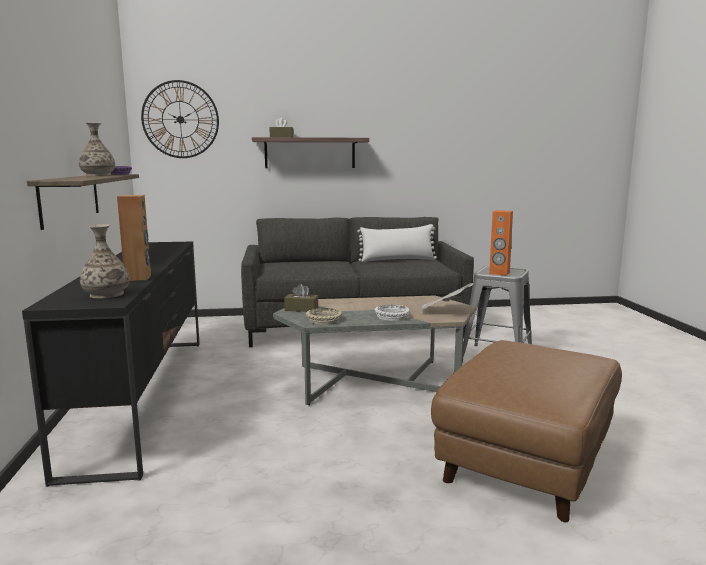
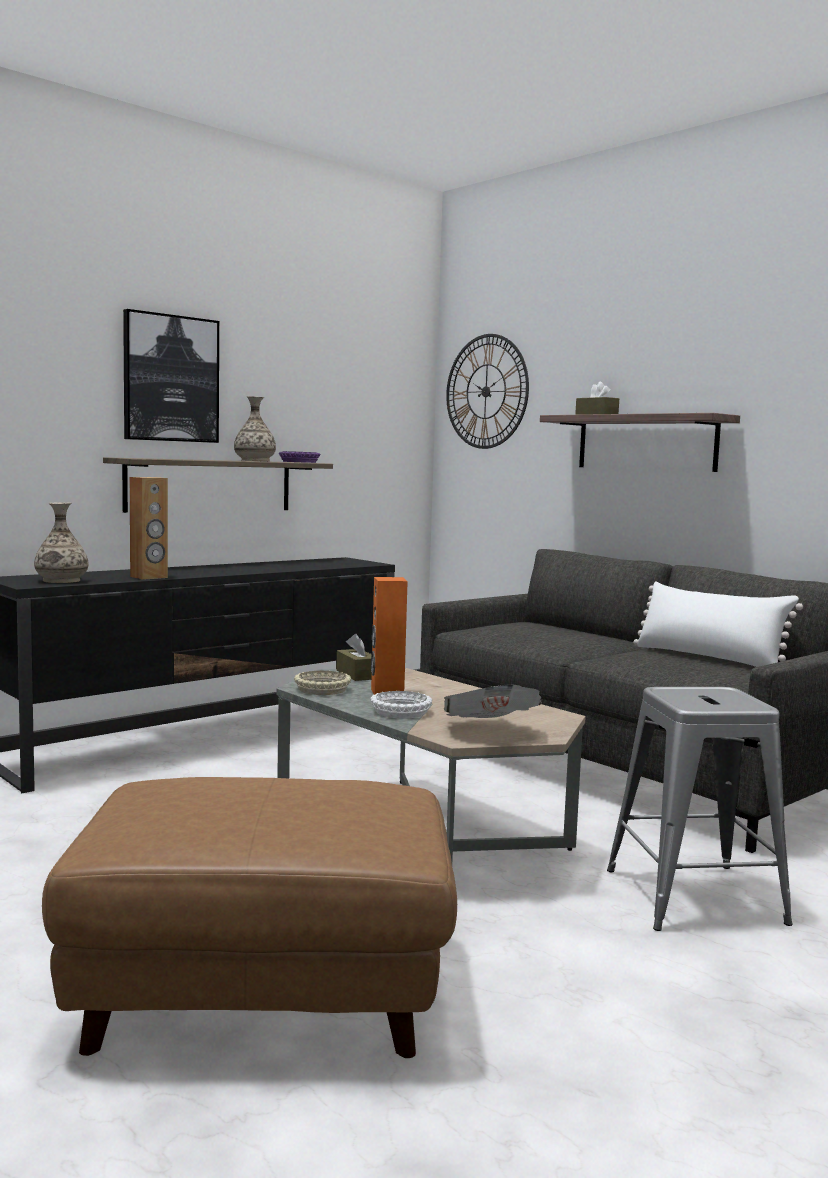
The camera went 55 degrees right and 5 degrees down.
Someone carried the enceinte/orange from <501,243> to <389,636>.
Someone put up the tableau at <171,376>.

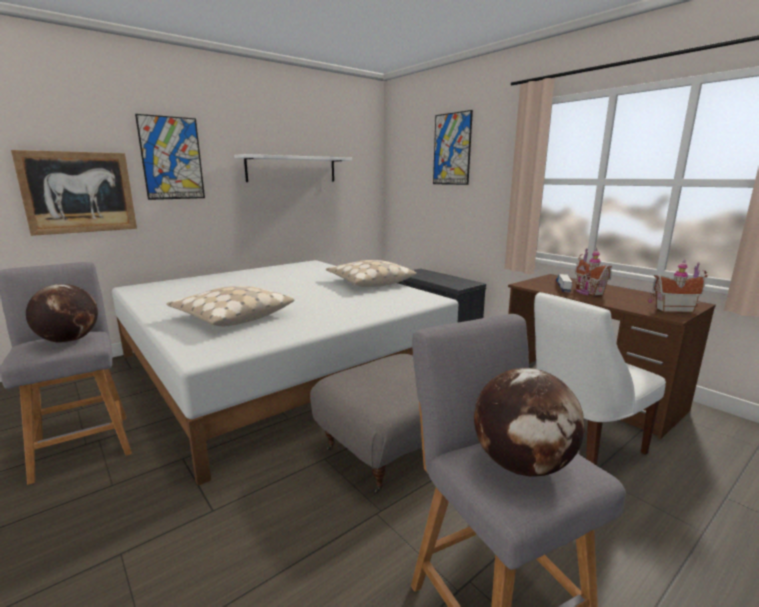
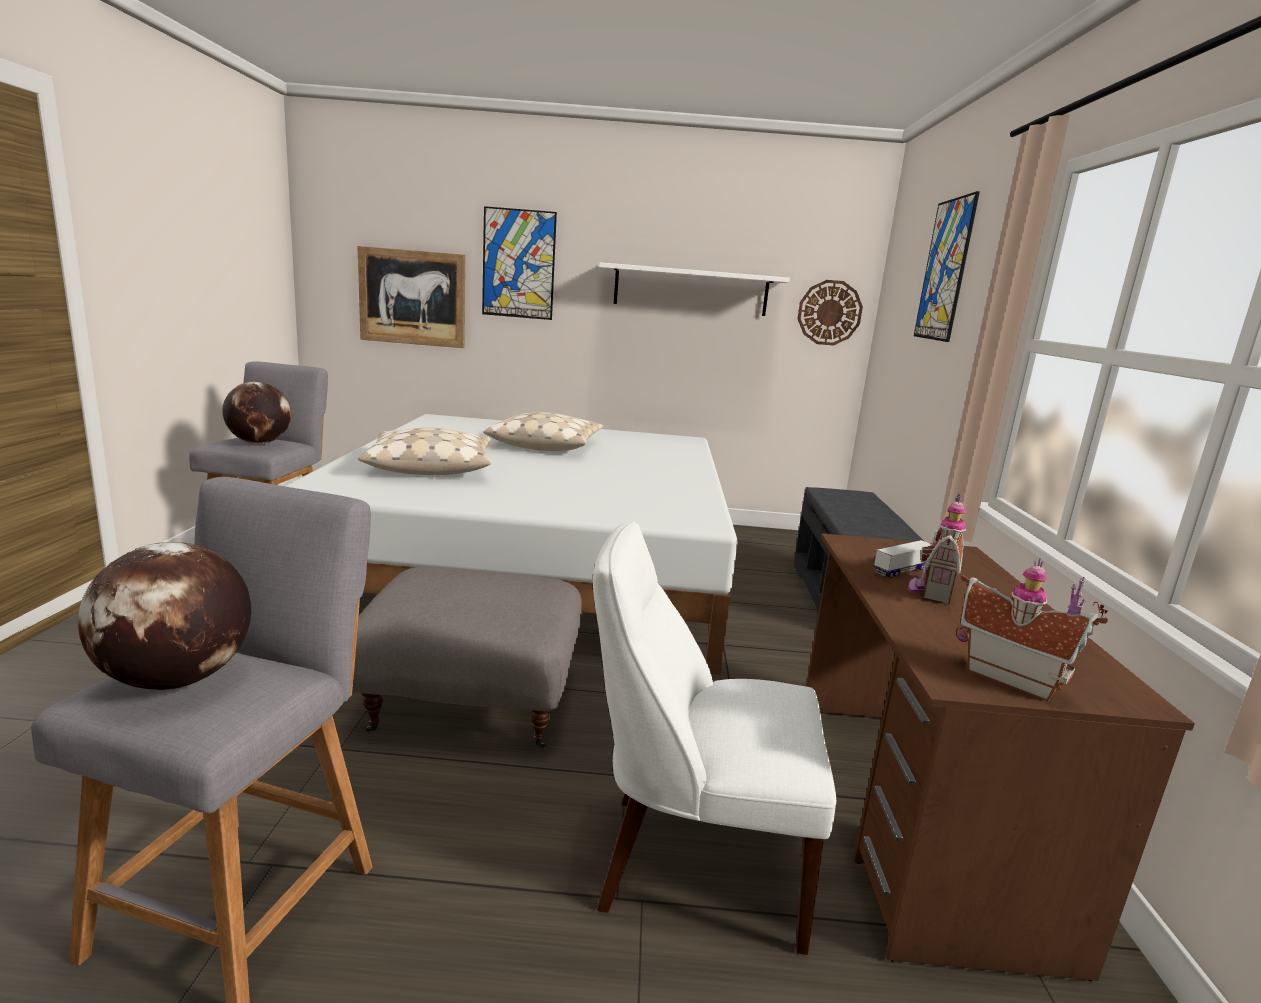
The camera went 40 degrees right and 0 degrees up.
Someone carried the coussin/beige from <371,273> to <543,431>.
Someone put up the horloge murale at <830,313>.

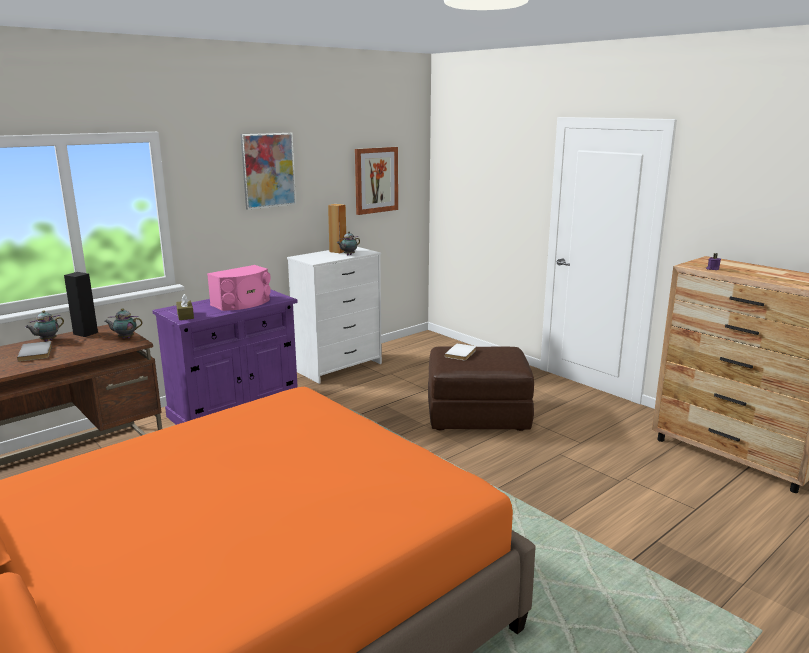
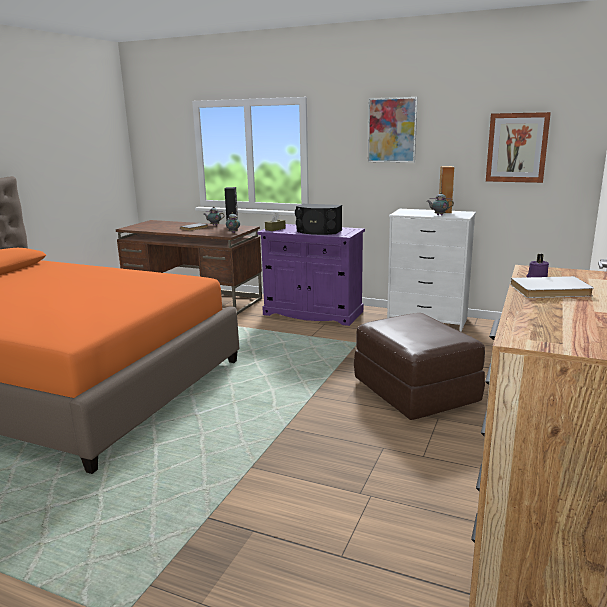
The camera went 65 degrees right and 0 degrees up.
Someone repainted the enceinte/rose at <239,288>, which became the enceinte/noir at <318,219>.
Someone carried the livre/blanc from <460,351> to <552,287>.

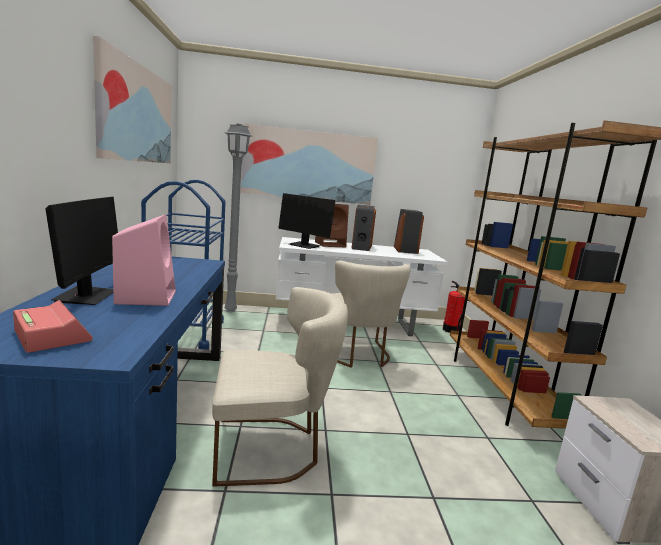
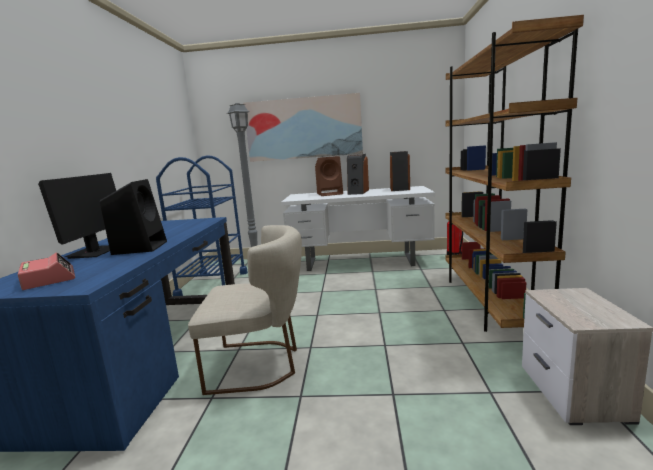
The camera went 10 degrees right and 0 degrees up.
Someone took away the tableau at <132,99>.
Someone repainted the enceinte/rose at <144,260>, which became the enceinte/noir at <133,217>.
Someone took away the écran d'ordinateur at <307,221>.
Someone took away the chaise/beige at <371,314>.

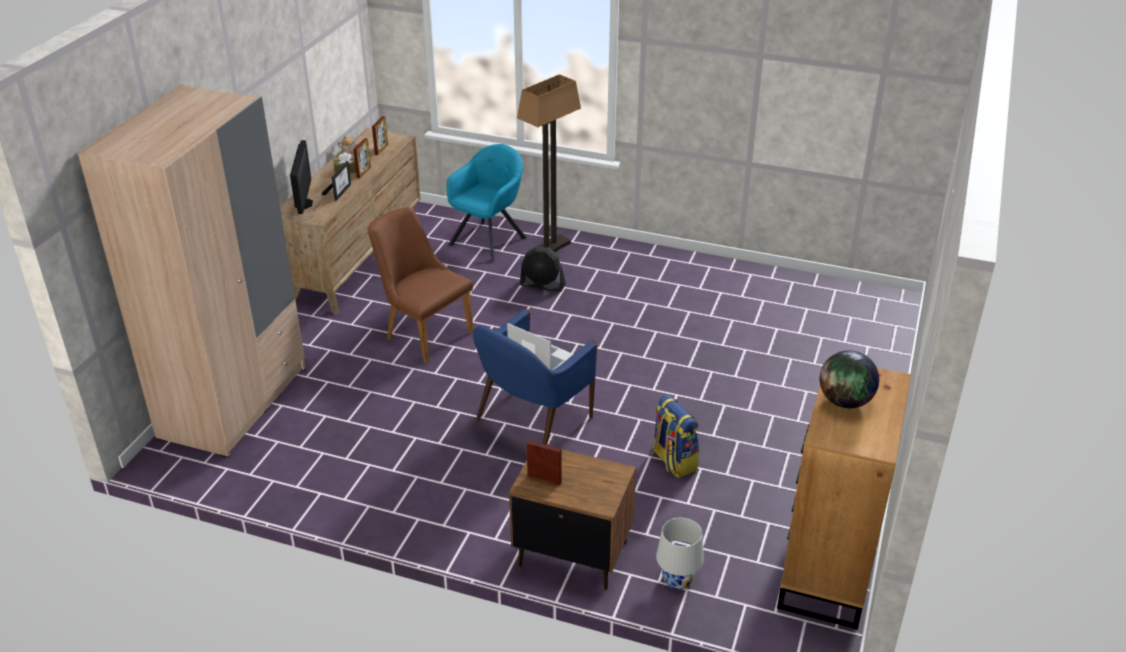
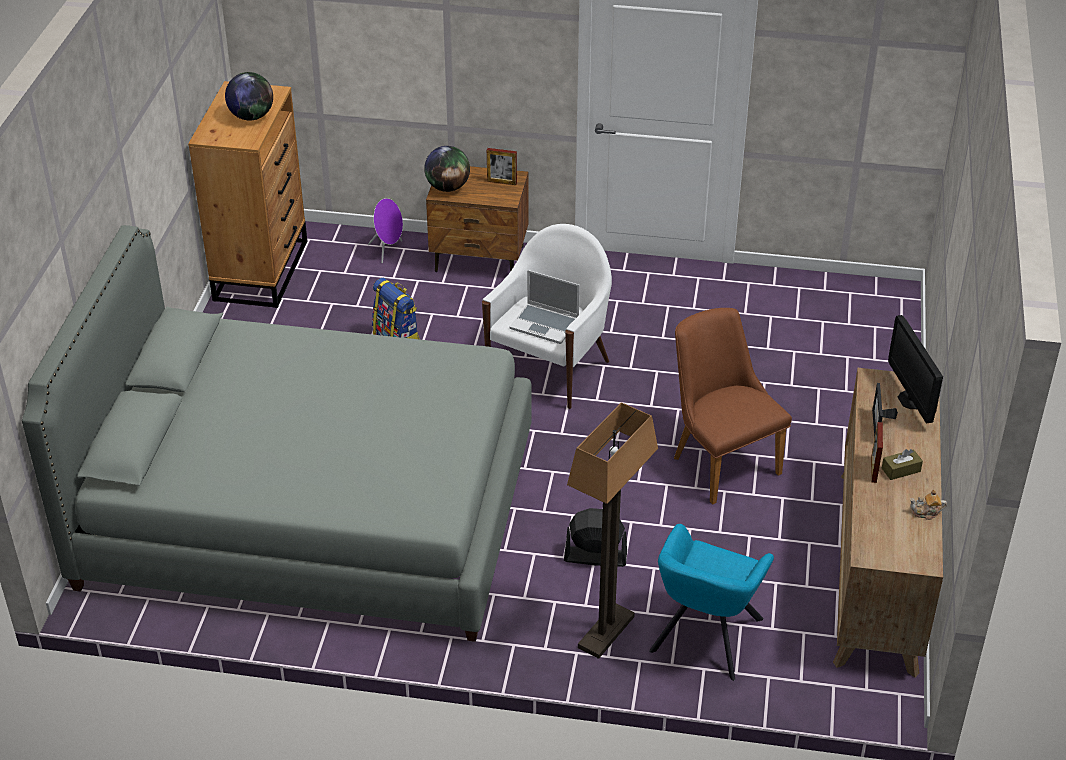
The camera went 170 degrees right and 5 degrees up.
Someone took away the armoire/beige at <191,270>.
Someone rotated the chaise/marron at <421,285> by 150 degrees counterclockwise.
Someone took away the cadre photo at <380,135>.
Someone repainted the fauteuil/bleu at <535,377>, which became the fauteuil/blanc at <547,316>.
Someone swapped the lampe de table/blanc at <680,554> for the enceinte/violet at <385,230>.
Someone put down the lit/gris at <277,433>.
Someone put down the globe at <447,169>.

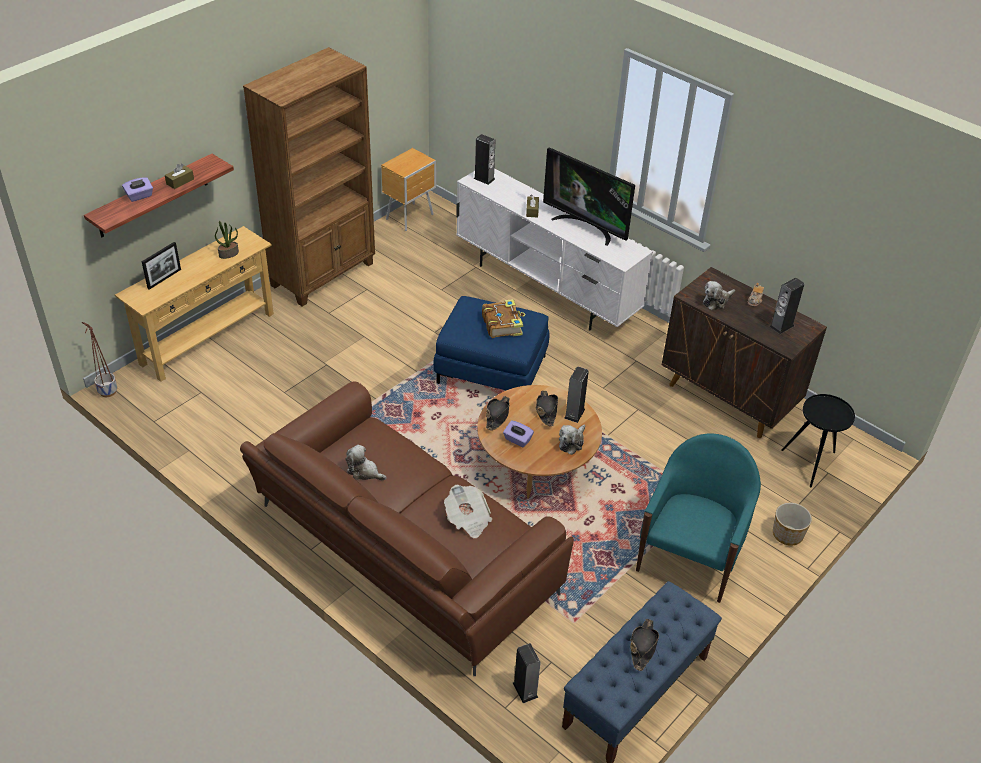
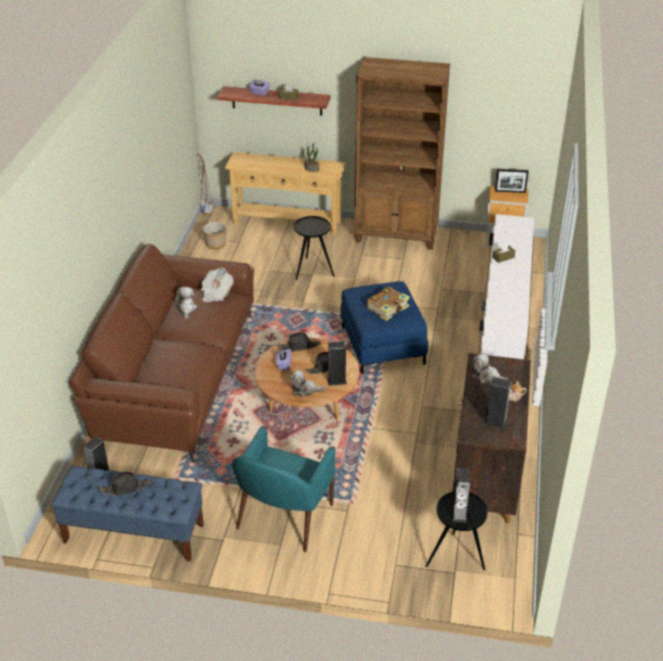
The camera went 60 degrees right and 5 degrees down.
Someone carried the cadre photo from <161,266> to <512,181>.
Someone carried the journal from <468,511> to <217,285>.
Someone carried the enceinte from <484,159> to <460,495>.
Someone took away the téléviseur at <589,196>.
Someone rotated the fauteuil/turquoise at <698,518> by 120 degrees clockwise.
Someone carried the cache-pot from <792,524> to <214,235>.
Someone put down the table d'appoint/noir at <314,248>.

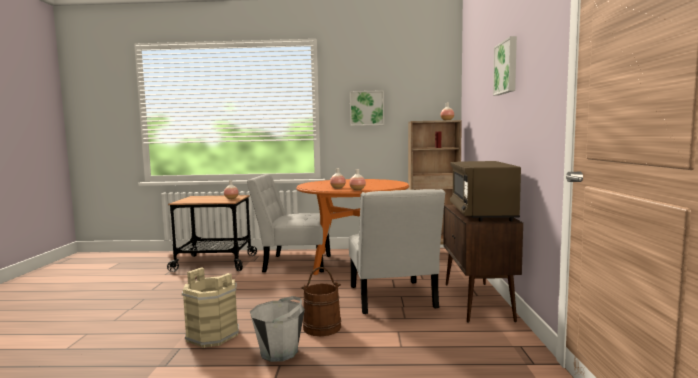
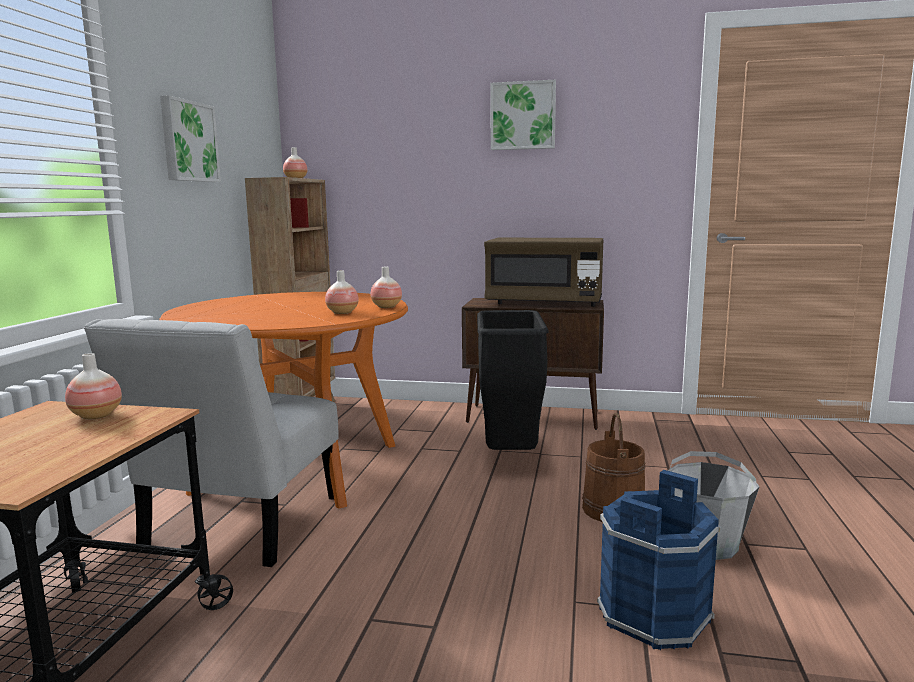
The camera went 80 degrees left and 5 degrees up.
Someone repainted the seau/beige at <210,307>, which became the seau/bleu at <659,560>.
Someone swapped the chaise/blanc at <397,251> for the poubelle/noir at <513,380>.

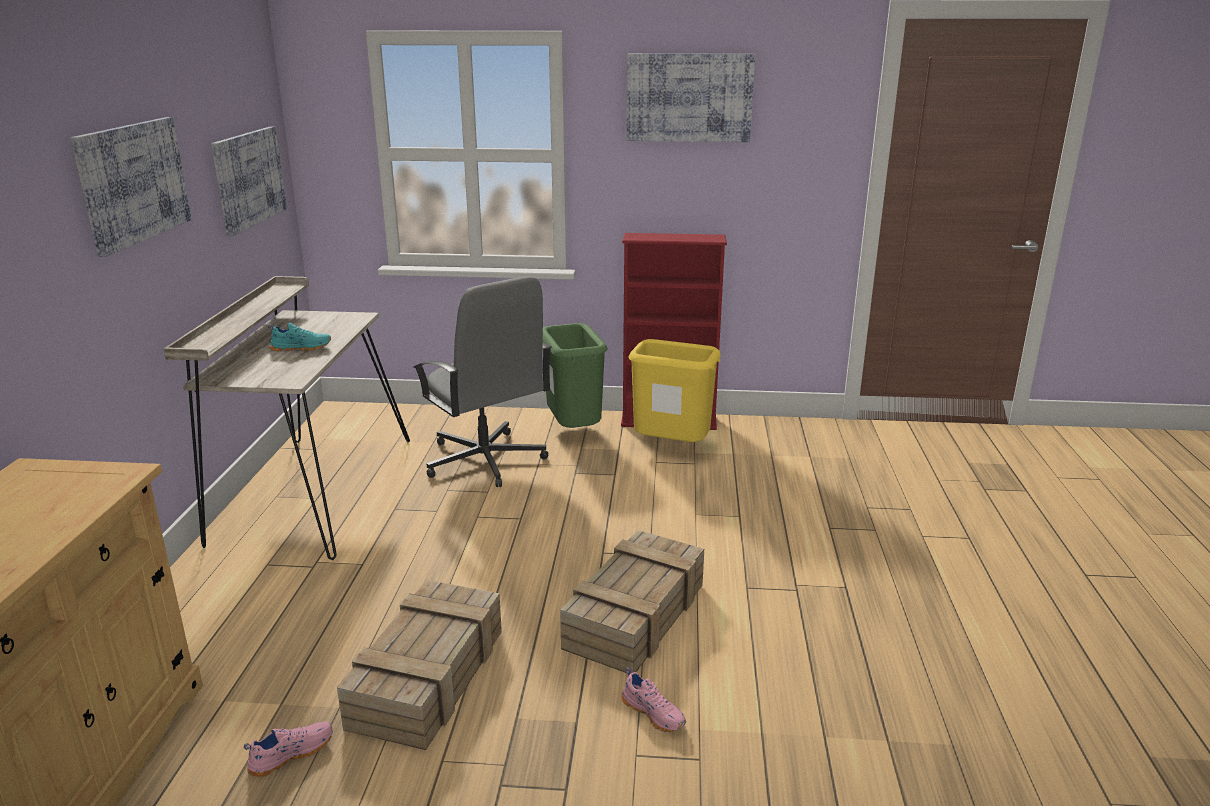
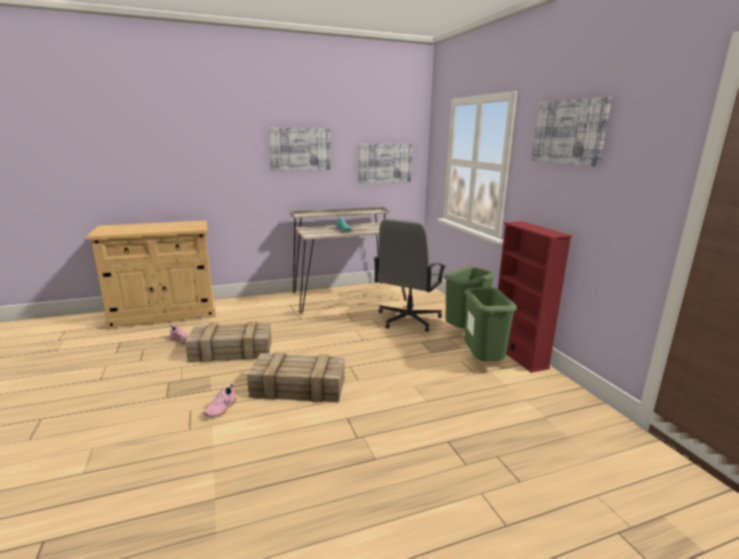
The camera went 65 degrees right and 5 degrees down.
Someone repainted the poubelle/jaune at <674,390>, which became the poubelle/vert at <490,324>.

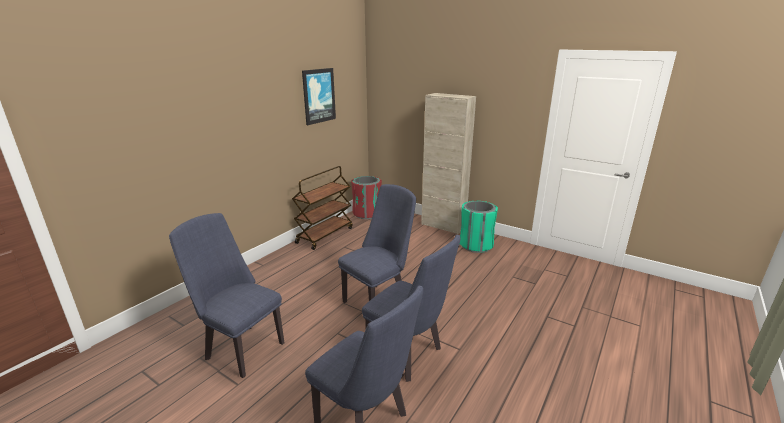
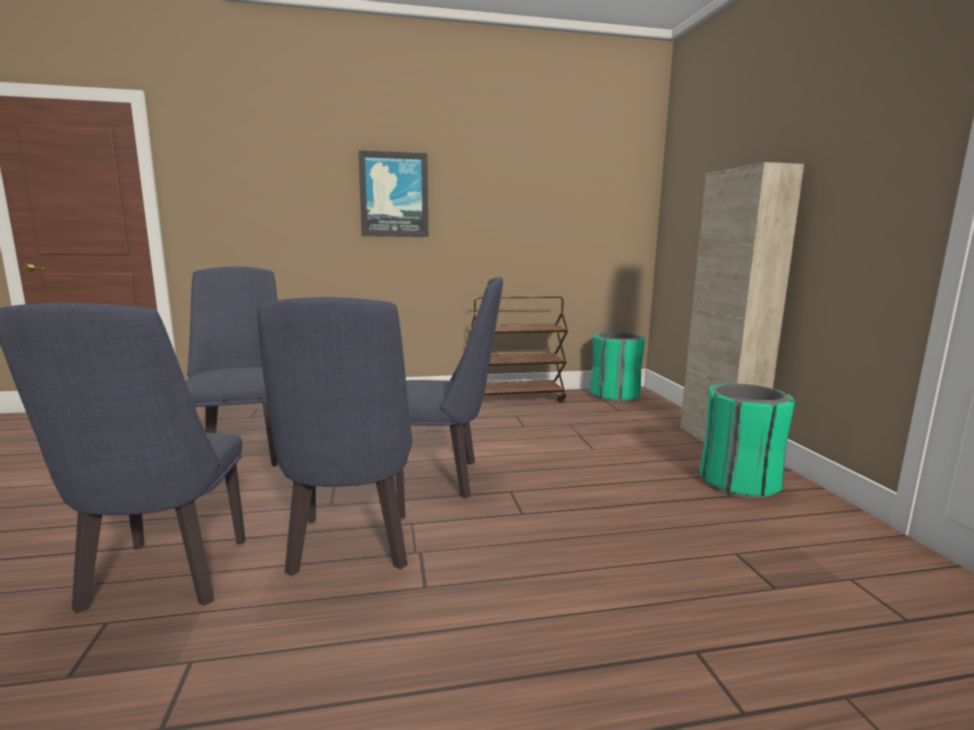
The camera went 45 degrees right and 10 degrees down.
Someone carried the tableau from <319,96> to <393,193>.
Someone repainted the poubelle/rouge at <366,197>, which became the poubelle/vert at <617,367>.

